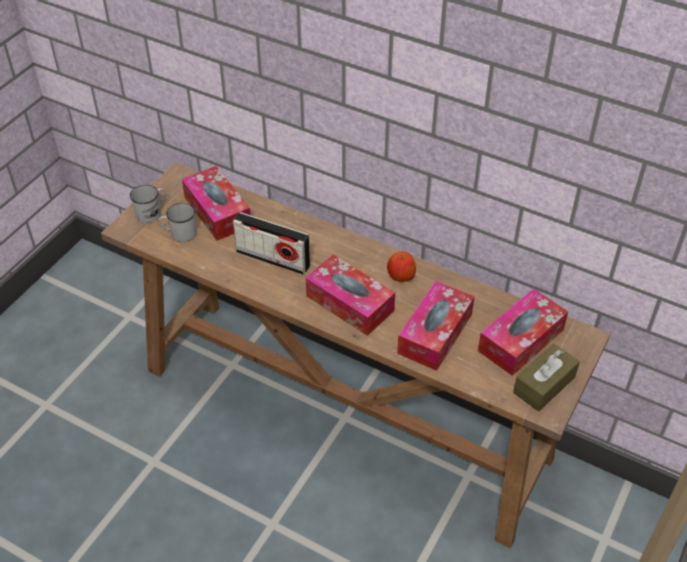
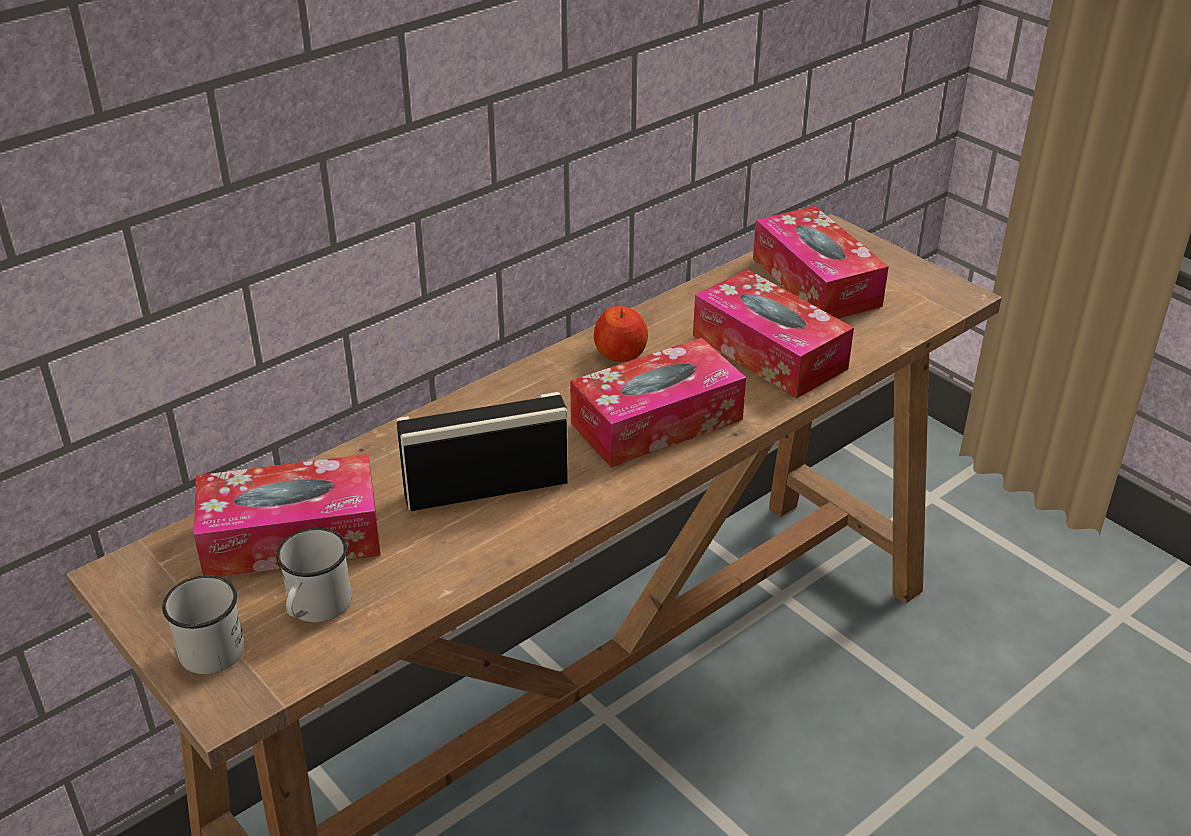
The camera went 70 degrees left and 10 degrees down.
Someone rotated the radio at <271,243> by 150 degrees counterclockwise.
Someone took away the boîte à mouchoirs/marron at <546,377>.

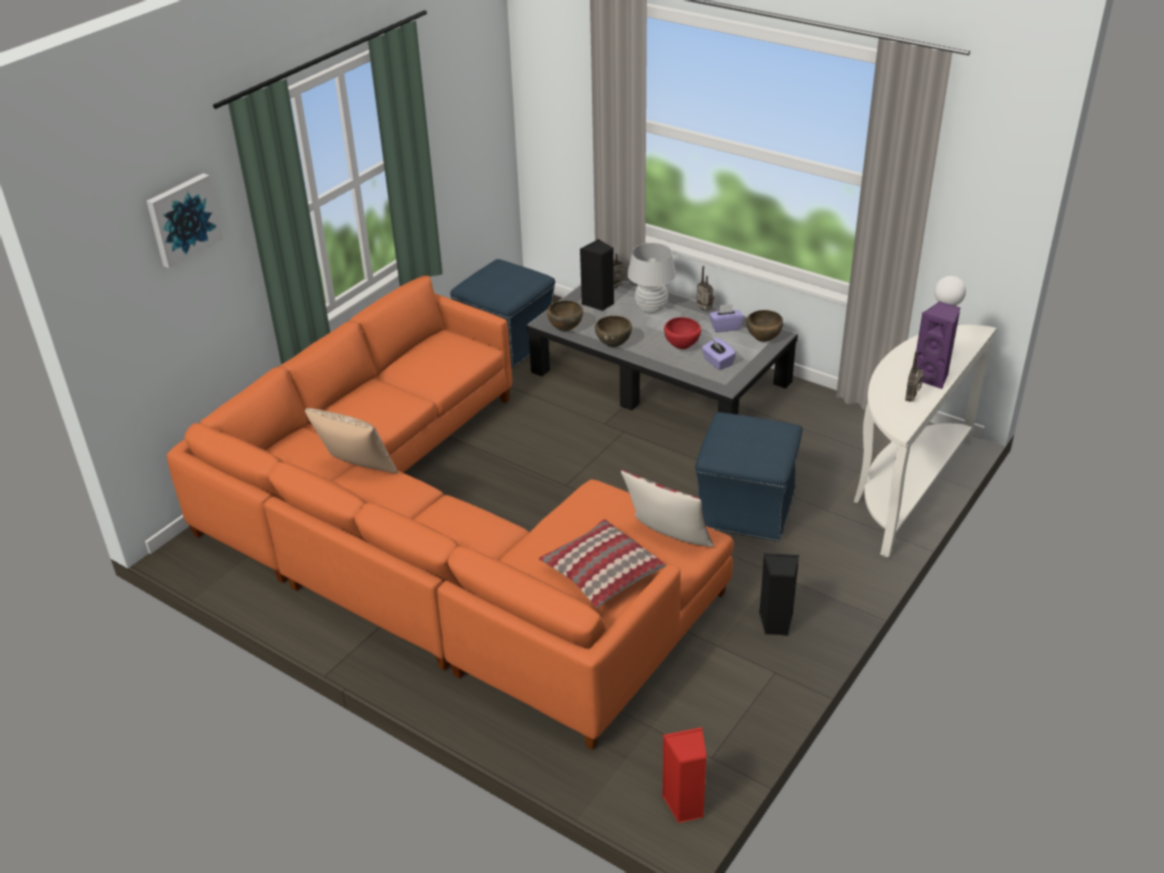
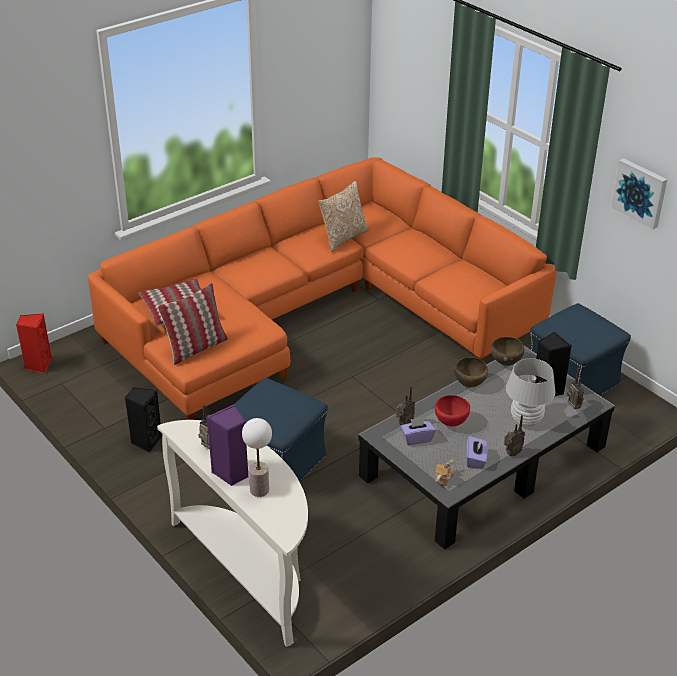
The camera went 105 degrees right and 0 degrees up.
Someone carried the tableau from <185,220> to <639,193>.
Someone swapped the bol/marron at <765,326> for the théière at <444,472>.
Someone put down the radio at <405,405>.

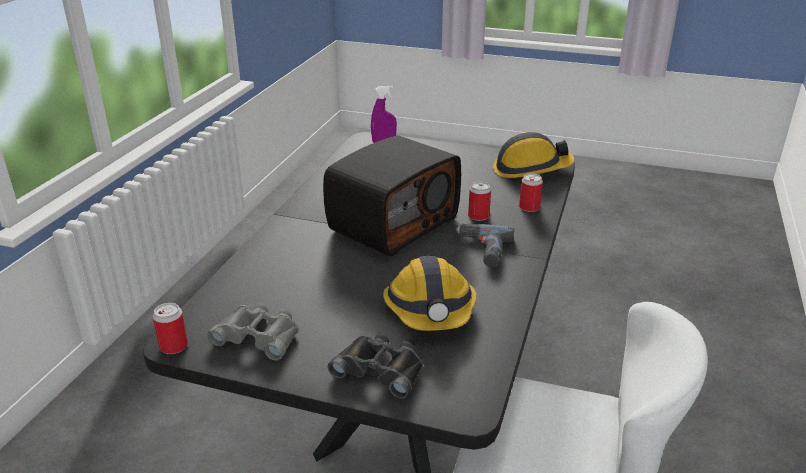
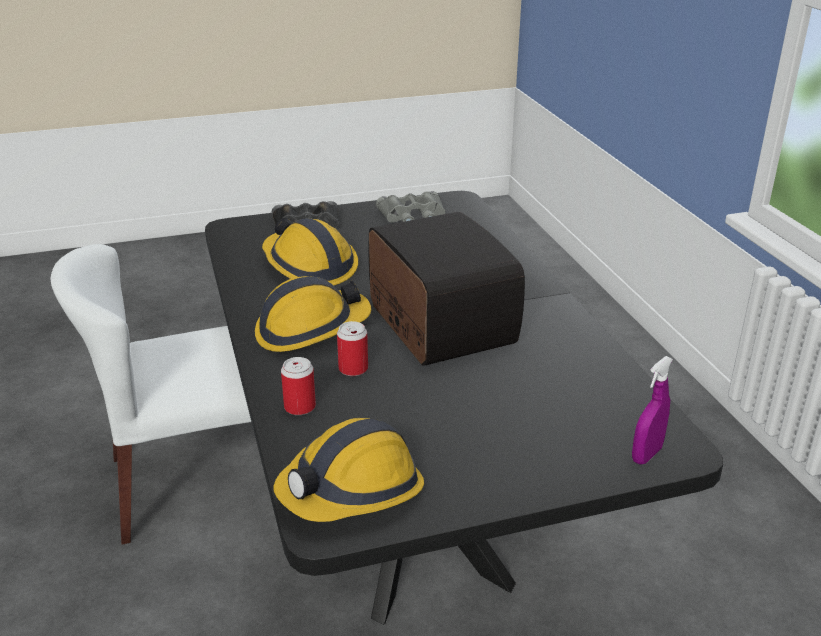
The camera went 145 degrees right and 0 degrees up.
Someone took away the boîte métallique at <170,328>.
Someone rotated the radio at <392,195> by 150 degrees clockwise.
Someone swapped the perceuse at <485,245> for the casque de chantier at <313,314>.

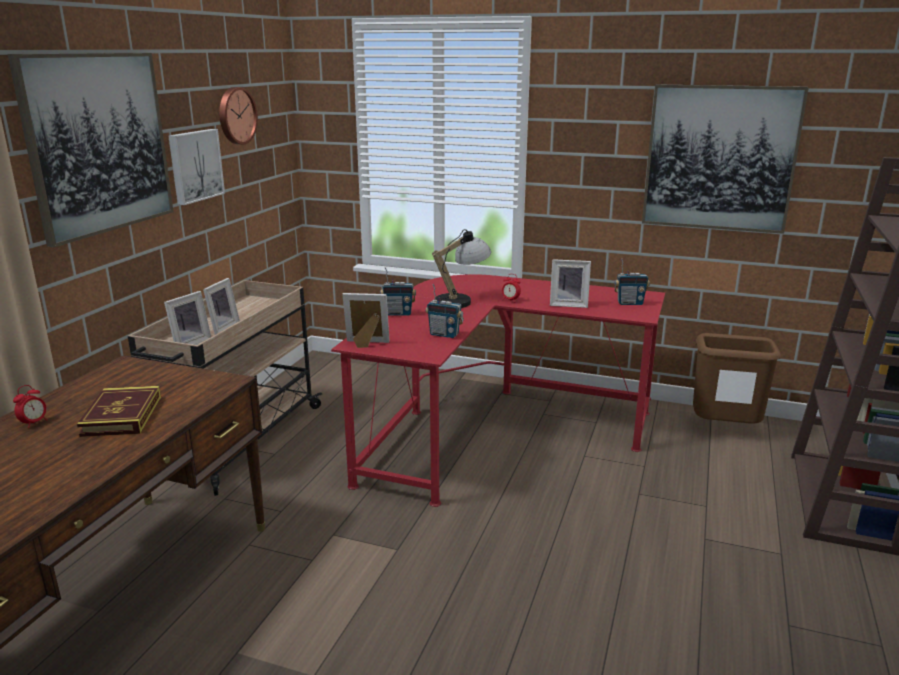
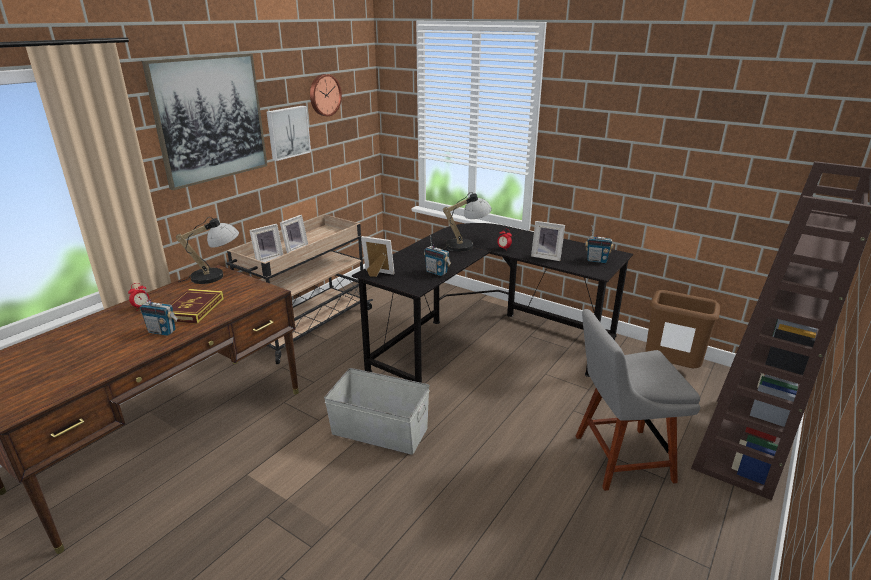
The camera went 15 degrees right and 5 degrees up.
Someone repainted the bureau/rouge at <498,390>, which became the bureau/noir at <492,303>.
Someone carried the radio from <398,291> to <159,312>.
Someone took away the tableau at <725,159>.
Someone put down the lampe de table at <207,250>.
Someone put down the boîte de rangement/gris at <377,411>.
Someone put down the chaise/gris at <638,400>.

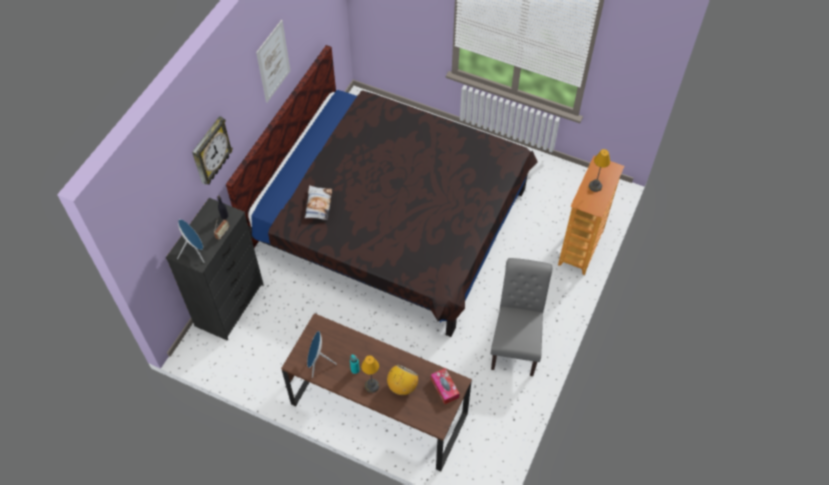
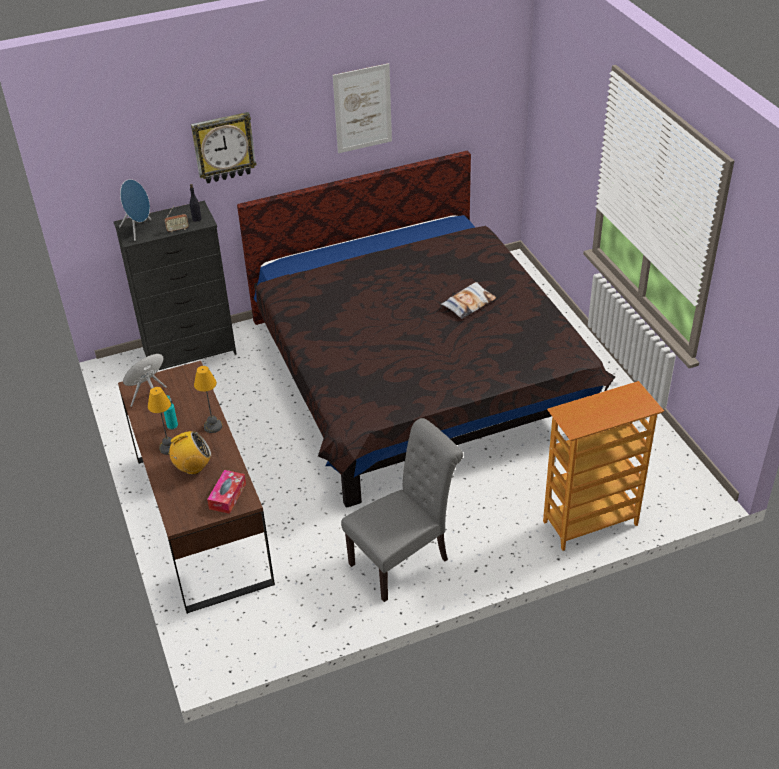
The camera went 45 degrees right and 15 degrees down.
Someone carried the coussin from <318,202> to <469,300>.
Someone carried the lampe de table from <599,170> to <208,399>.

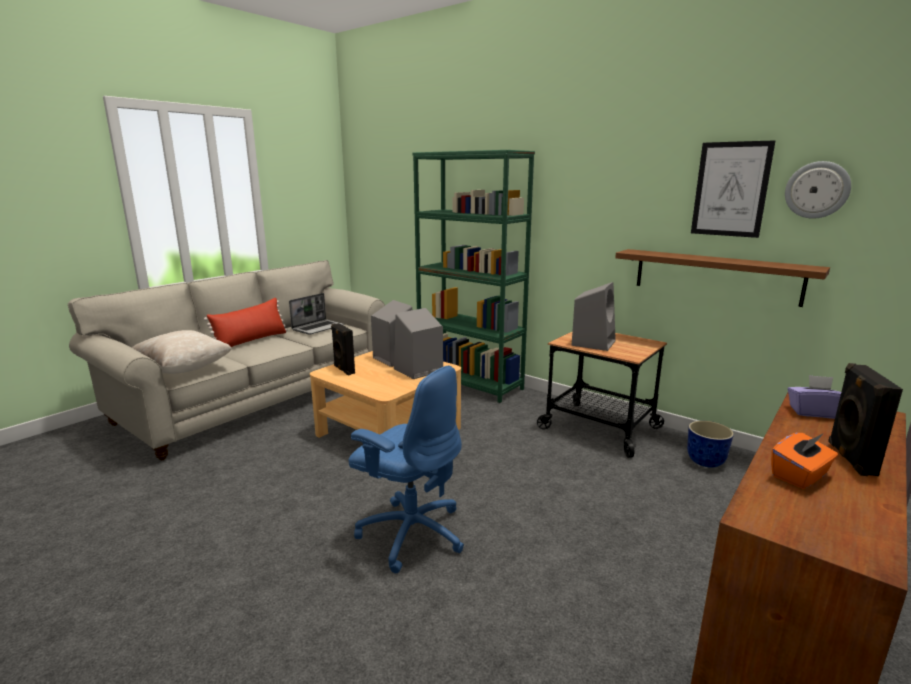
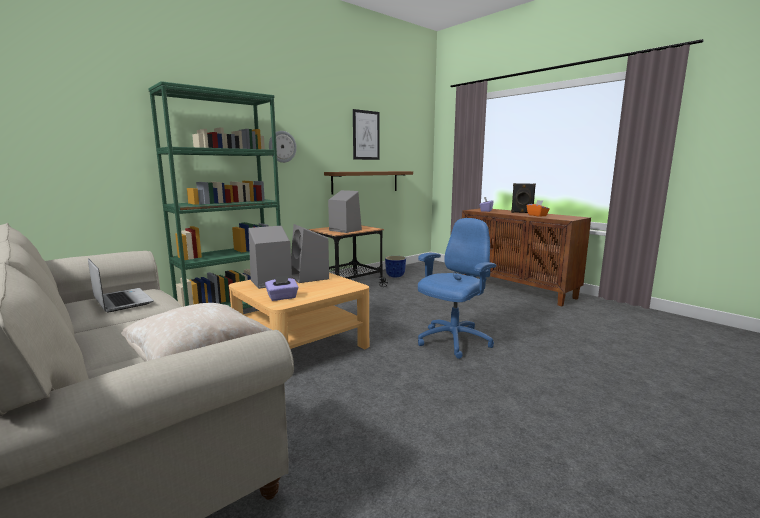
The camera went 80 degrees left and 5 degrees down.
Someone took away the coussin/rouge at <245,322>.
Someone swapped the enceinte/noir at <343,349> for the boîte à mouchoirs/violet at <282,288>.
Someone carried the horloge murale from <818,190> to <283,147>.

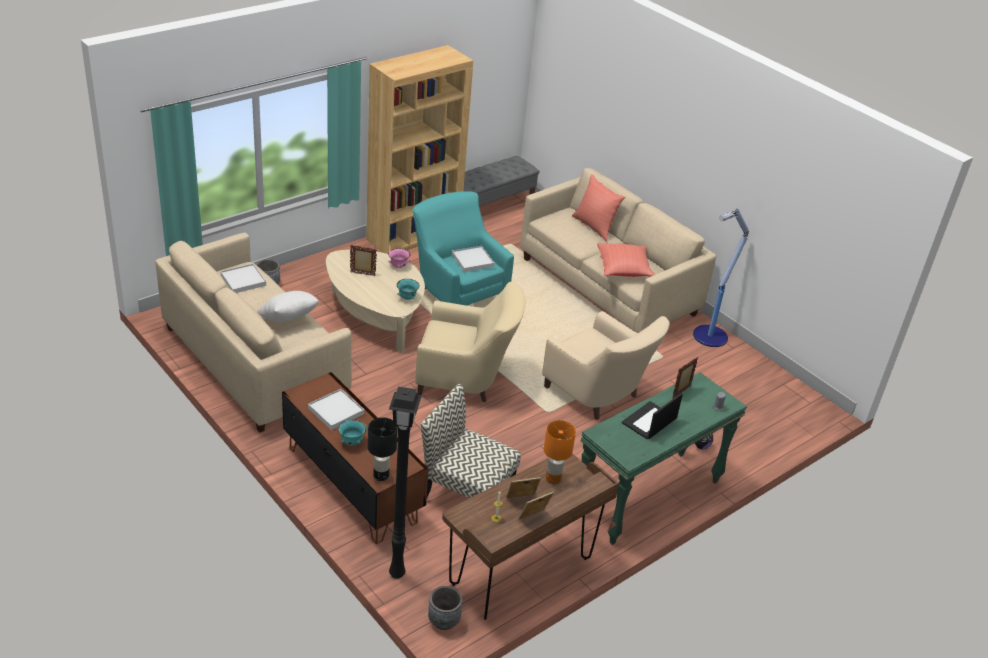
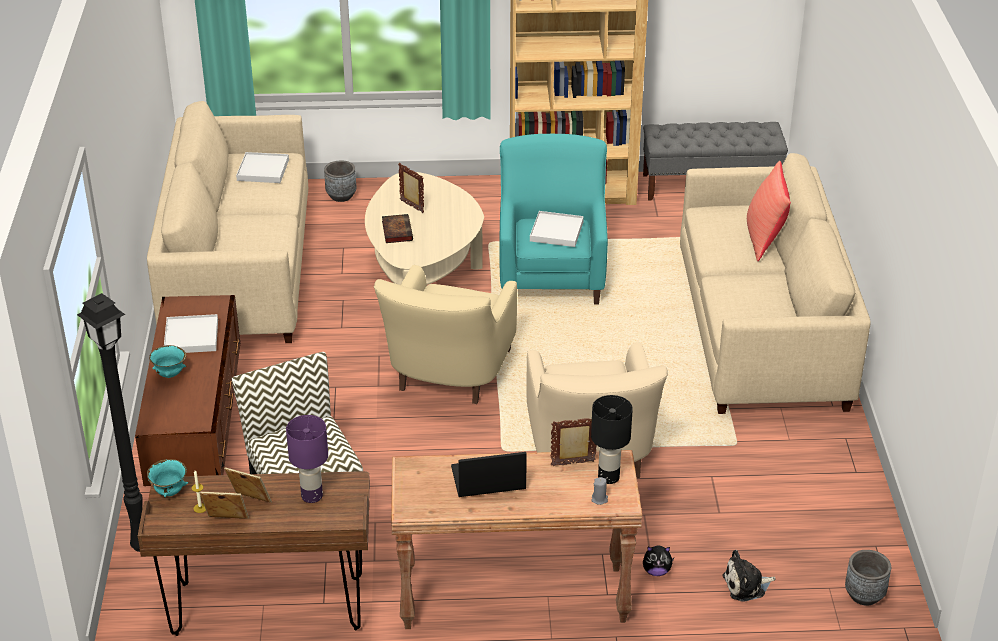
The camera went 40 degrees right and 0 degrees up.
Someone took away the coussin/blanc at <288,306>.
Someone carried the lampe de table/noir from <383,449> to <612,439>.
Someone took away the bol/rose at <399,258>.
Someone carried the bol/turquoise from <408,289> to <167,478>.
Someone rotated the fauteuil/beige at <470,342> by 60 degrees clockwise.
Someone carried the cache-pot/gris from <445,608> to <868,578>.
Someone repainted the lampe de table/orange at <560,452>, which became the lampe de table/violet at <307,459>.
Someone repainted the table console/vert at <663,458>, which became the table console/marron at <516,539>.
Someone took away the coussin/rouge at <626,260>.
Someone took away the lampadaire at <721,278>.
Someone put down the livre at <397,228>.
Someone put down the peluche at <749,576>.

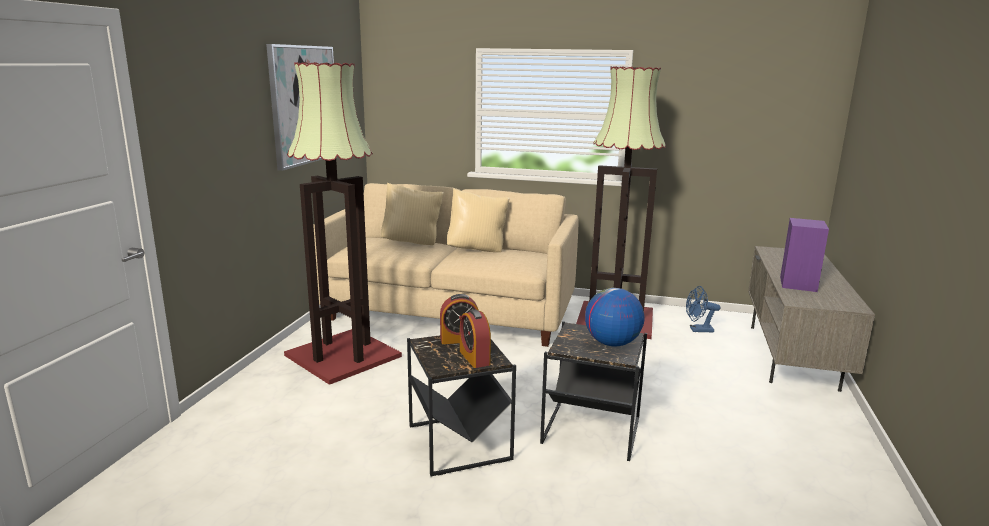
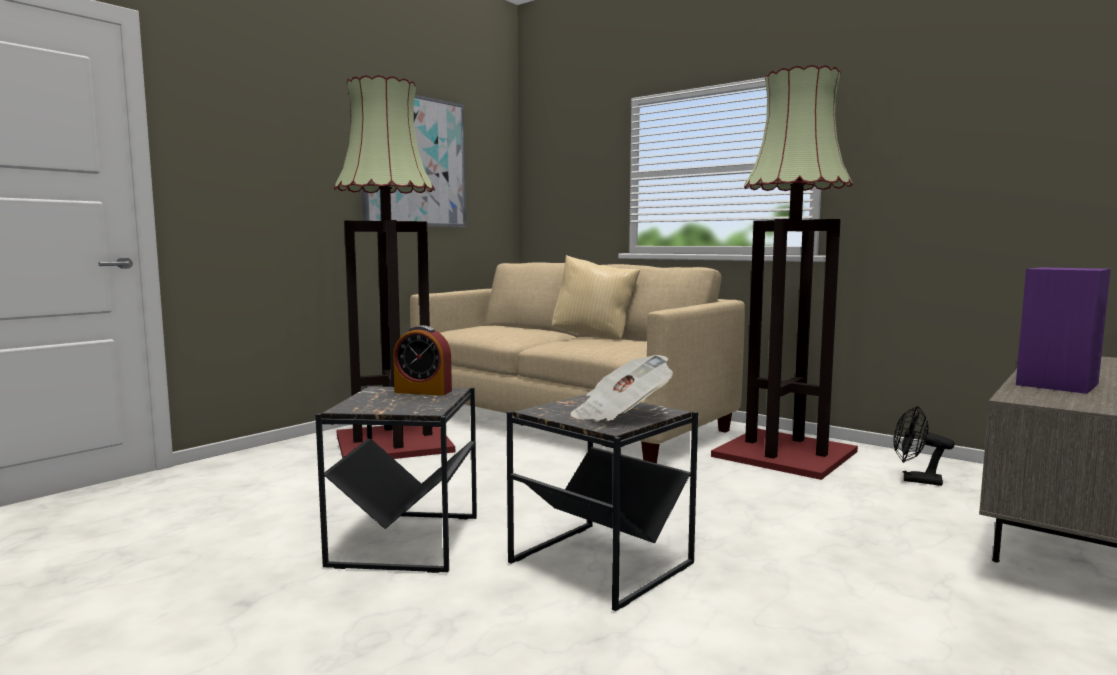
The camera went 25 degrees right and 10 degrees down.
Someone took away the coussin/beige at <412,214>.
Someone took away the réveil at <475,338>.
Someone swapped the globe at <614,317> for the journal at <621,388>.
Someone repainted the ventilateur/bleu at <703,309>, which became the ventilateur/noir at <924,446>.

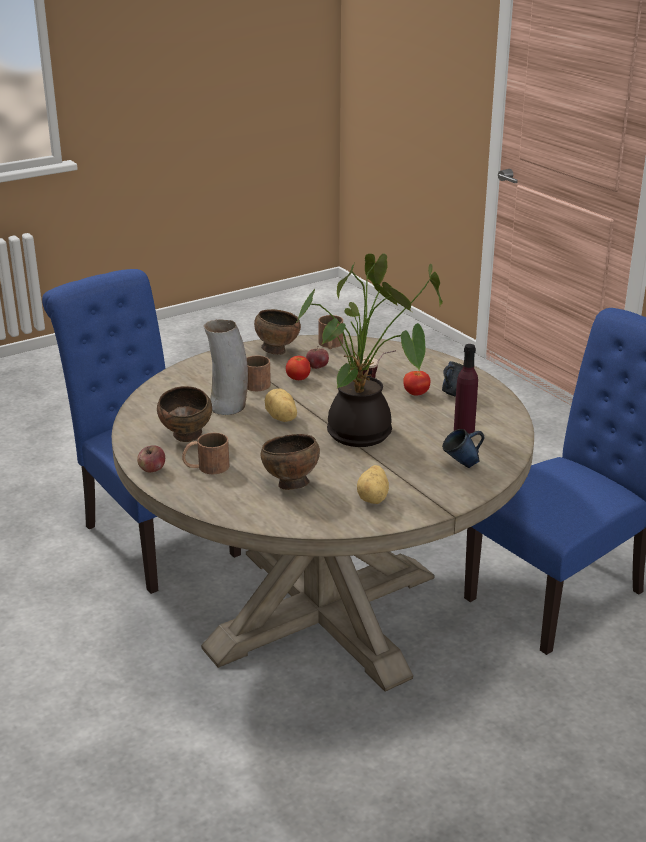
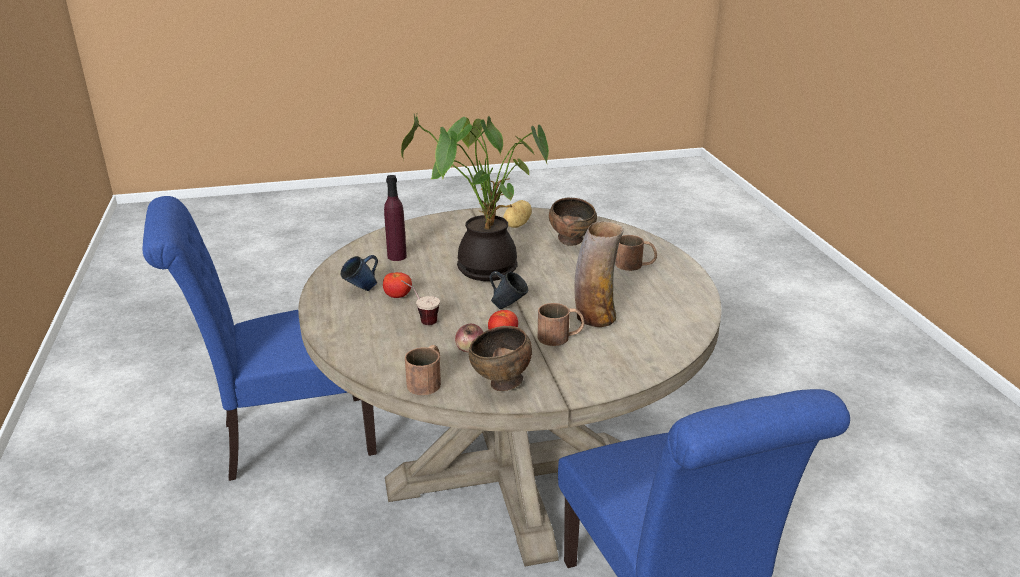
The camera went 160 degrees left and 0 degrees up.
Someone took away the pomme at <151,458>.
Someone took away the bol/marron at <184,414>.
Someone took away the pomme de terre at <281,405>.
Someone carried the mug/bleu from <463,448> to <508,290>.

